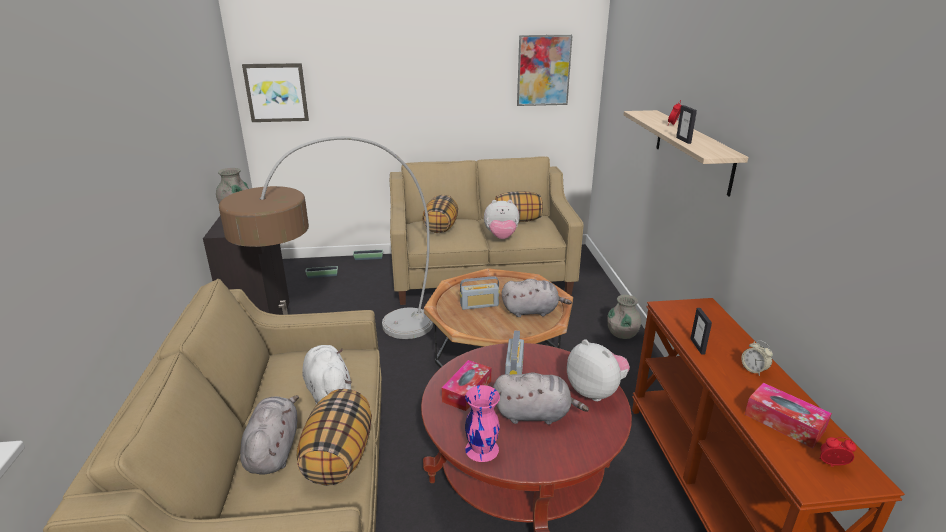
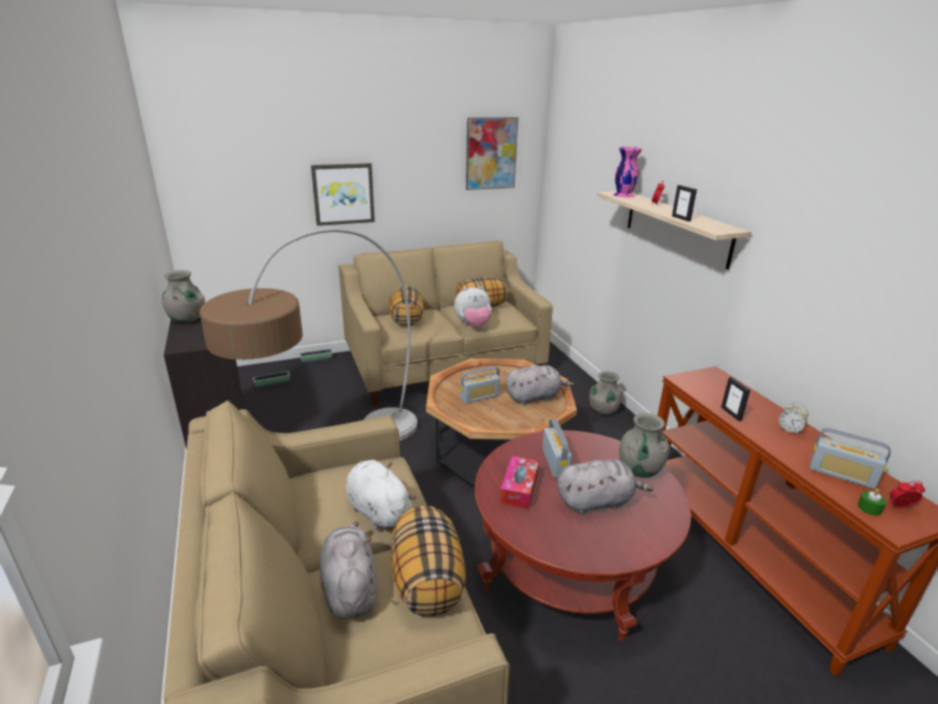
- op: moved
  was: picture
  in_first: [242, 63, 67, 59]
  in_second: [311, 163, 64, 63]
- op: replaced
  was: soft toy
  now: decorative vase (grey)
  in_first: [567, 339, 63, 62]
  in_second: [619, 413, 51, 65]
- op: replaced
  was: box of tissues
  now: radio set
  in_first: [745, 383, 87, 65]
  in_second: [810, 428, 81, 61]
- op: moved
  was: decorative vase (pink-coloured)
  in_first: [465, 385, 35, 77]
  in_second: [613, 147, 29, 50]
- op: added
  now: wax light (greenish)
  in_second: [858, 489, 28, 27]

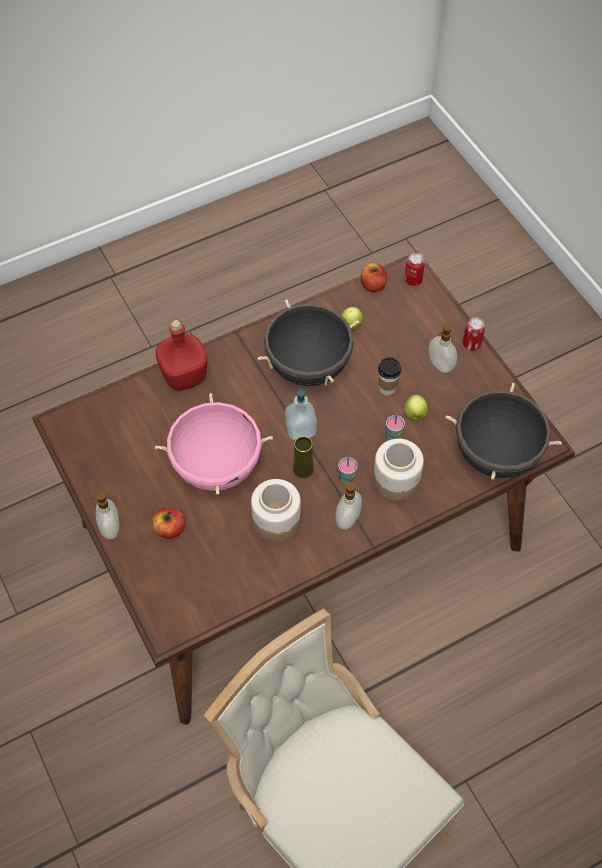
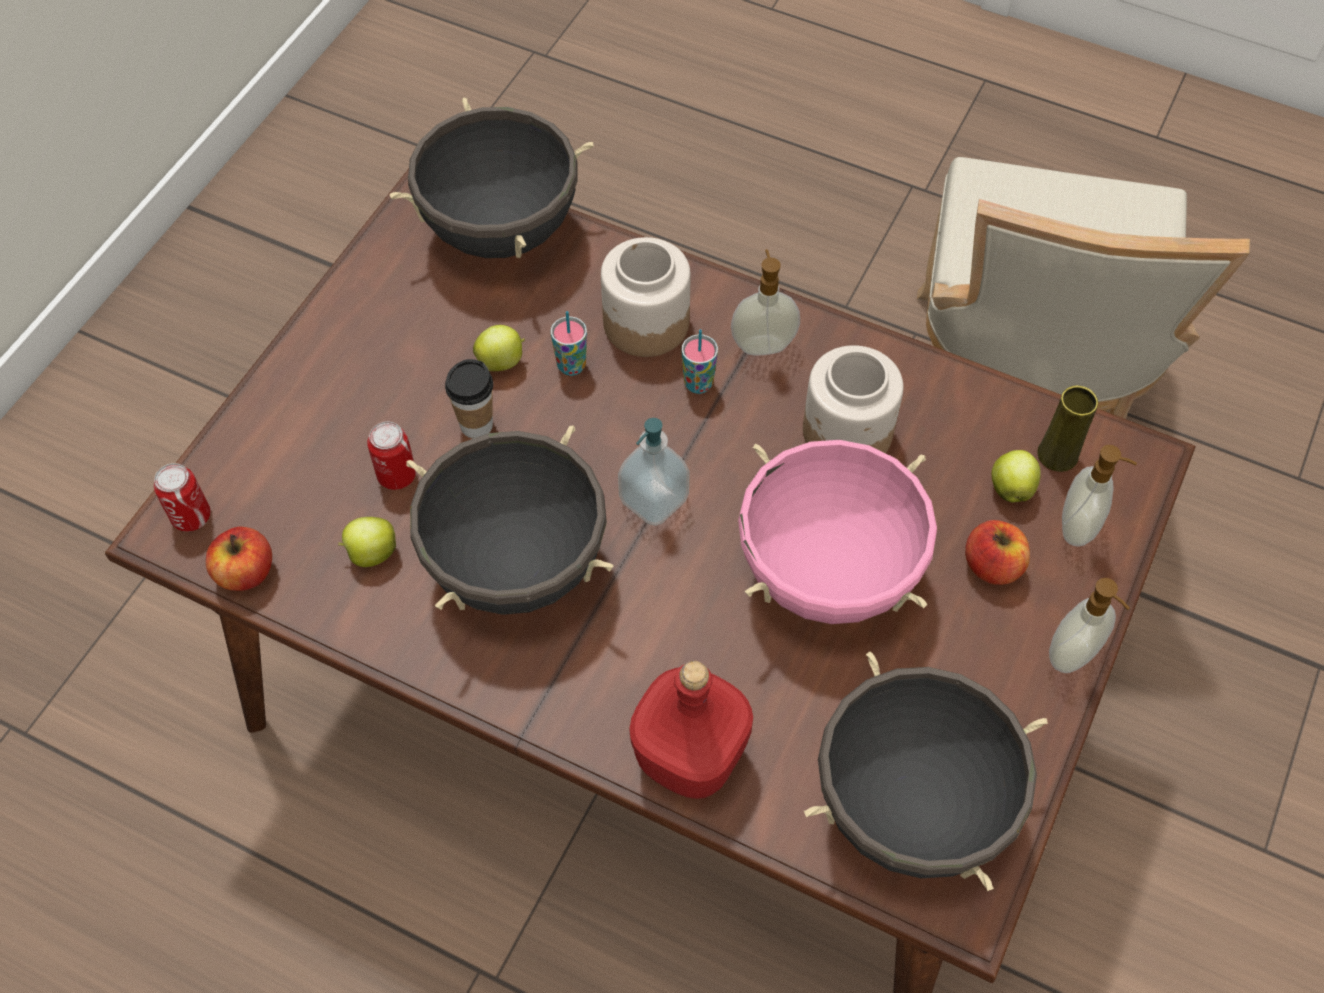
- op: moved
  was: can
  in_first: [463, 317, 22, 33]
  in_second: [367, 421, 49, 69]
- op: moved
  was: liquid soap bottle
  in_first: [429, 323, 28, 50]
  in_second: [1062, 445, 75, 102]
- op: moved
  was: decorative vase (yellow)
  in_first: [293, 436, 21, 42]
  in_second: [1037, 385, 61, 87]
- op: added
  now: whole apple
  in_second: [991, 450, 50, 52]
- op: added
  now: stockpot (black)
  in_second: [804, 651, 244, 240]

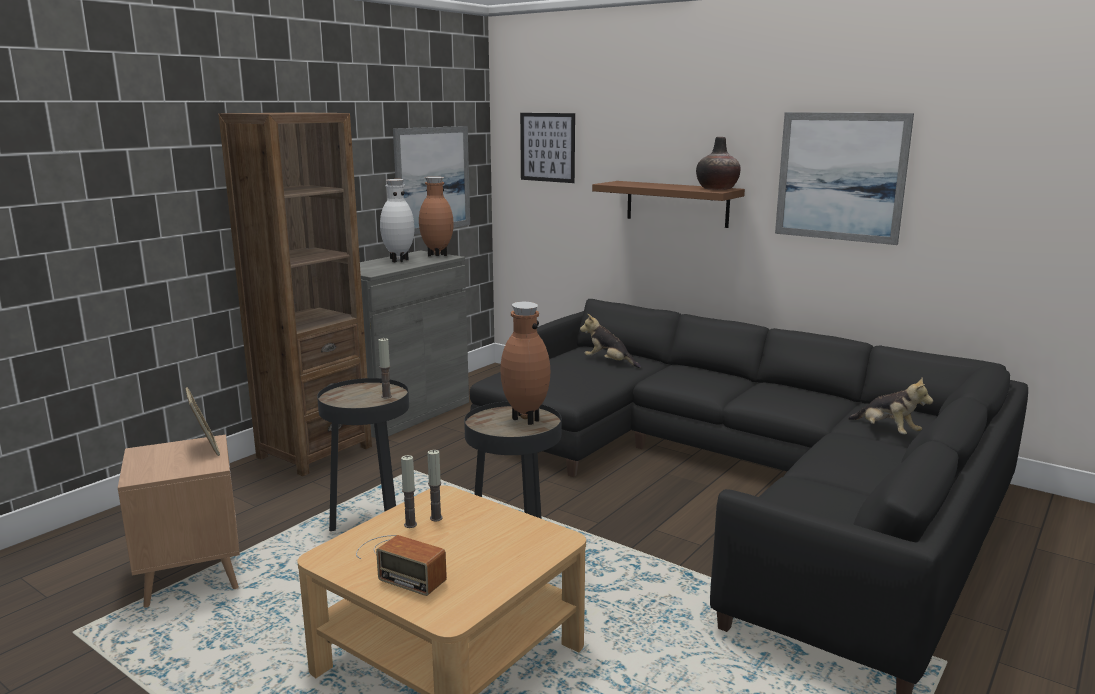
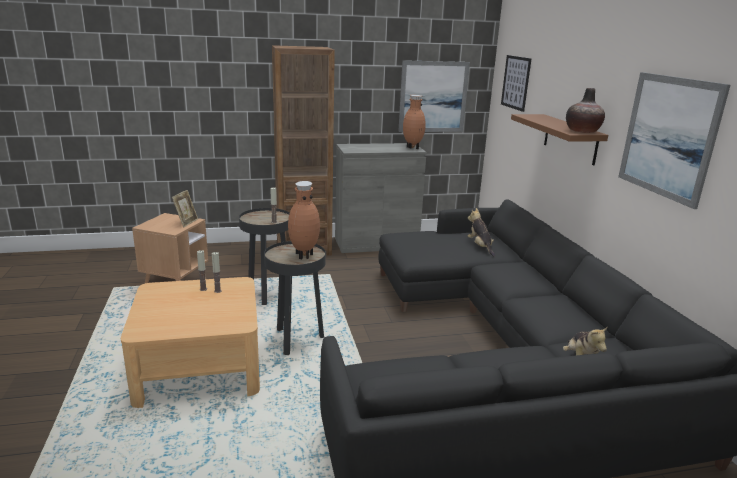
- op: removed
  was: decorative vase (white)
  in_first: [380, 179, 34, 83]
- op: removed
  was: radio set
  in_first: [356, 535, 91, 61]

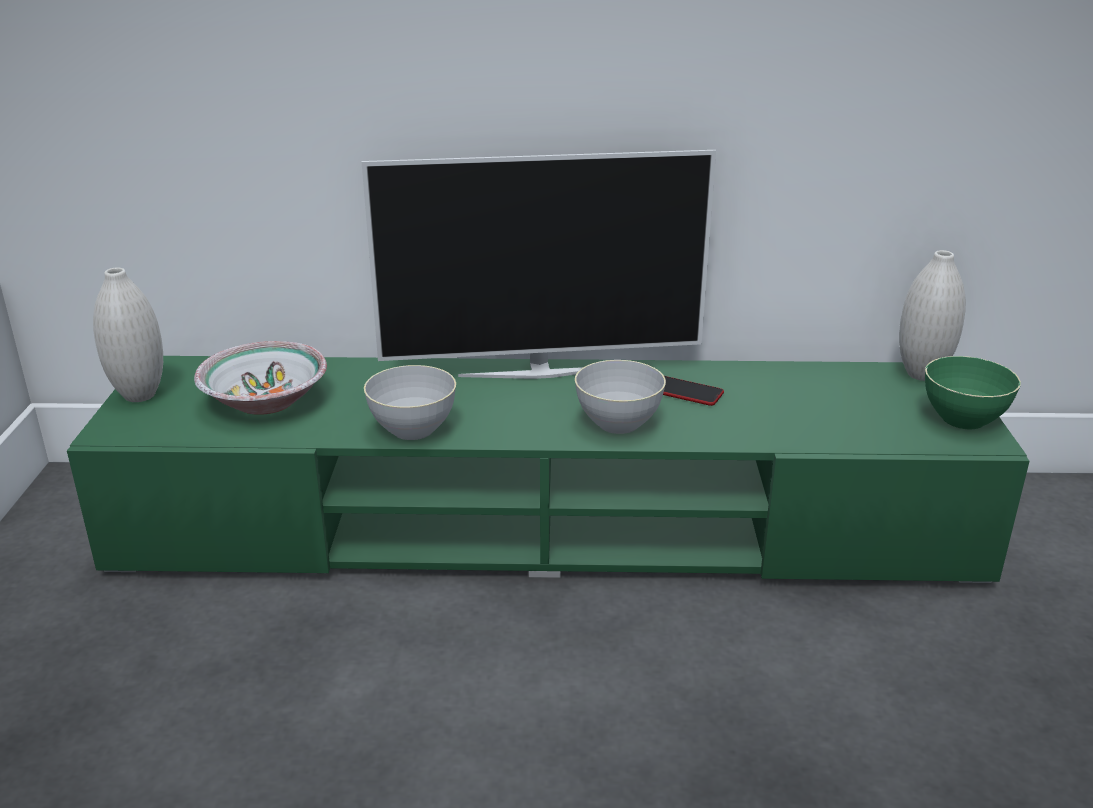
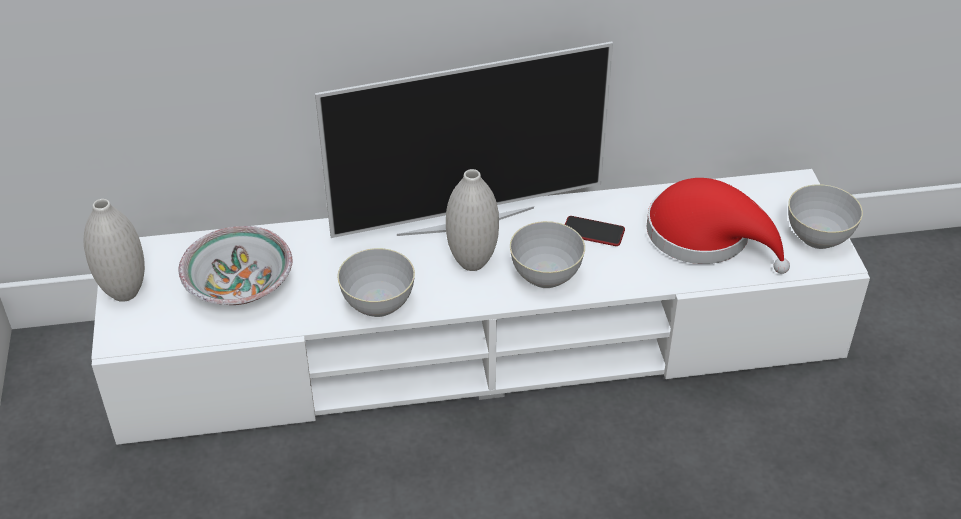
- op: moved
  was: decorative vase (white)
  in_first: [899, 250, 67, 131]
  in_second: [446, 169, 53, 102]
- op: recoloured
  was: tv stand (greenish)
  now: tv stand (white)
  in_first: [67, 356, 963, 227]
  in_second: [91, 169, 779, 276]
- op: recoloured
  was: serving bowl (greenish)
  now: serving bowl (grey)
  in_first: [925, 356, 96, 73]
  in_second: [788, 184, 75, 65]
- op: added
  now: clothing hat (reddish)
  in_second: [647, 178, 143, 96]

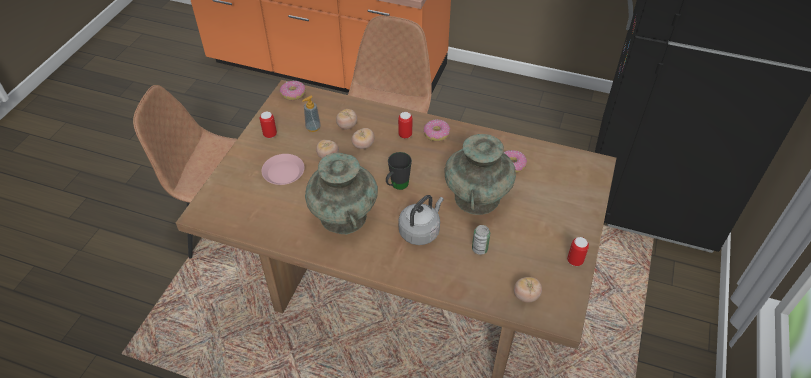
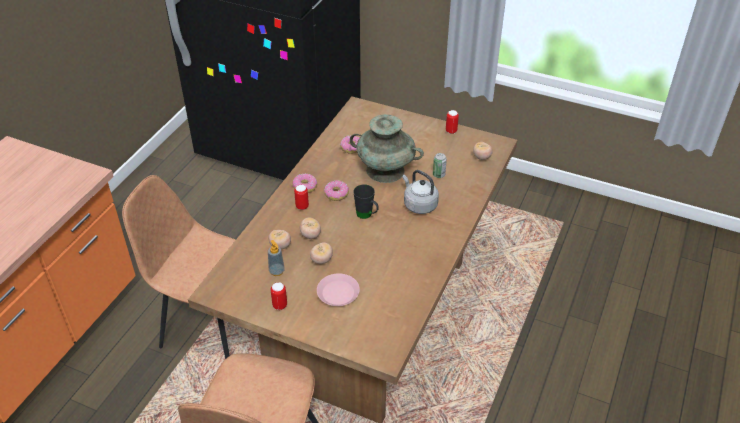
- op: moved
  was: doughnut
  in_first: [280, 81, 26, 19]
  in_second: [324, 180, 25, 21]
- op: removed
  was: decorative vase (blue-green)
  in_first: [305, 153, 73, 81]

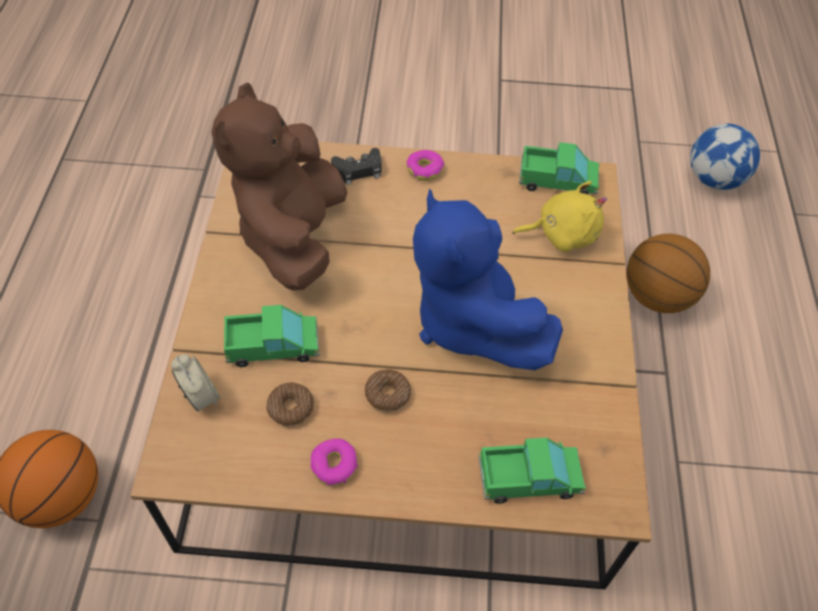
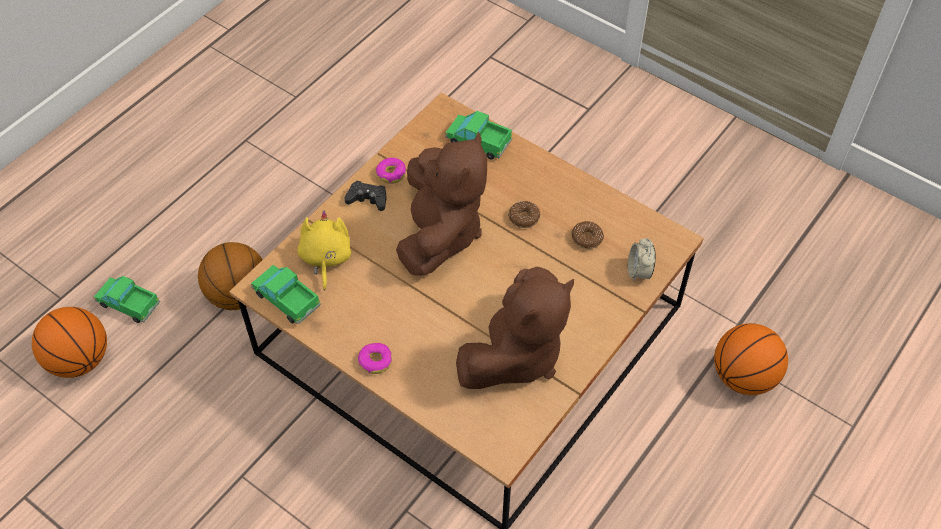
- op: replaced
  was: football
  now: basketball ball
  in_first: [690, 124, 70, 66]
  in_second: [32, 307, 75, 71]
- op: moved
  was: joypad (black)
  in_first: [331, 148, 51, 37]
  in_second: [344, 181, 43, 30]
- op: turned
  was: soft toy (yellow)
  in_first: [512, 181, 95, 71]
  in_second: [297, 211, 54, 80]
  clockwise: 60
- op: recoloured
  was: soft toy (bluish)
  now: soft toy (brownish)
  in_first: [413, 189, 150, 181]
  in_second: [396, 132, 91, 144]
- op: moved
  was: toy truck
  in_first: [224, 305, 95, 62]
  in_second: [94, 276, 66, 47]
- op: moved
  was: doughnut
  in_first: [311, 438, 47, 47]
  in_second: [376, 158, 30, 26]

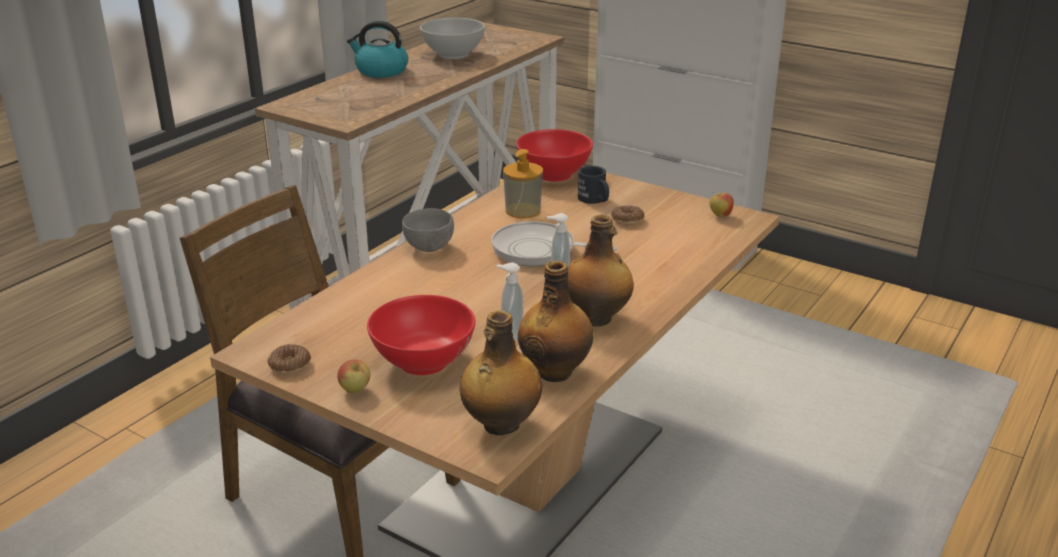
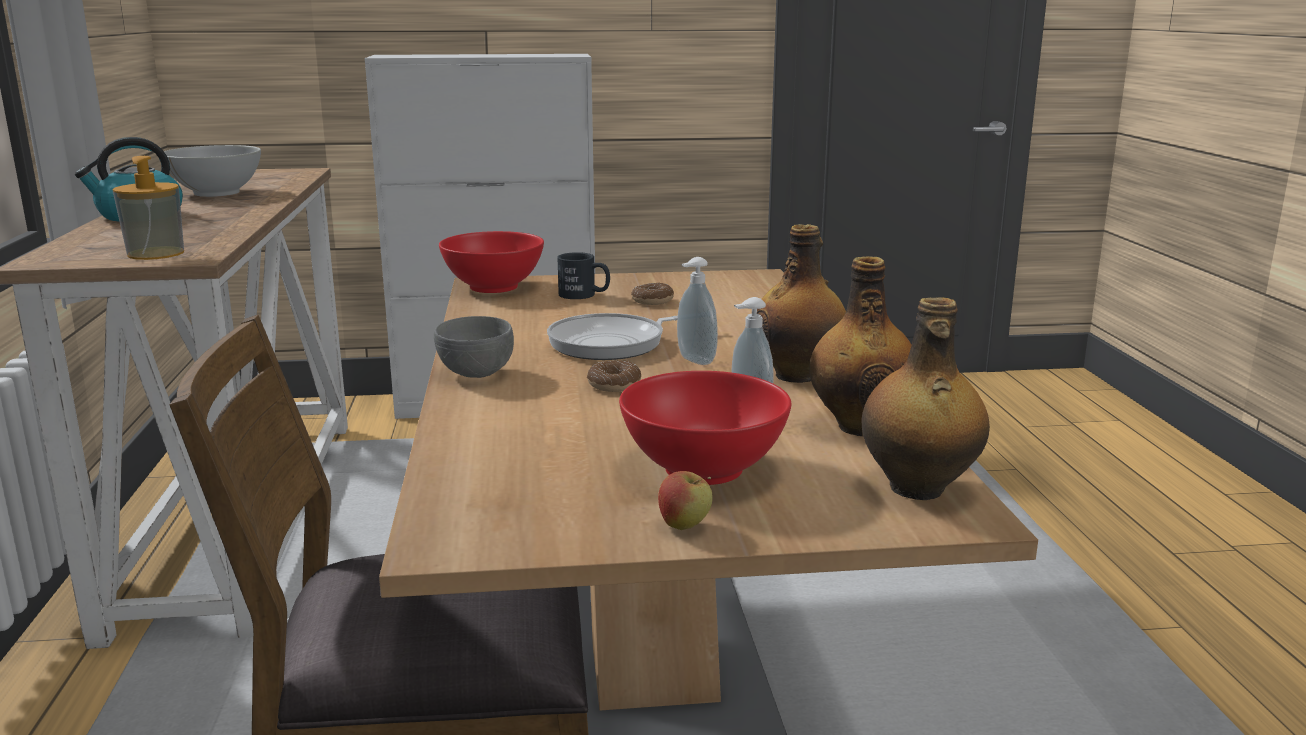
- op: moved
  was: liquid soap bottle
  in_first: [503, 149, 40, 69]
  in_second: [112, 156, 72, 104]
- op: removed
  was: whole apple
  in_first: [709, 192, 25, 25]
- op: moved
  was: doughnut
  in_first: [268, 344, 43, 30]
  in_second: [587, 360, 54, 32]

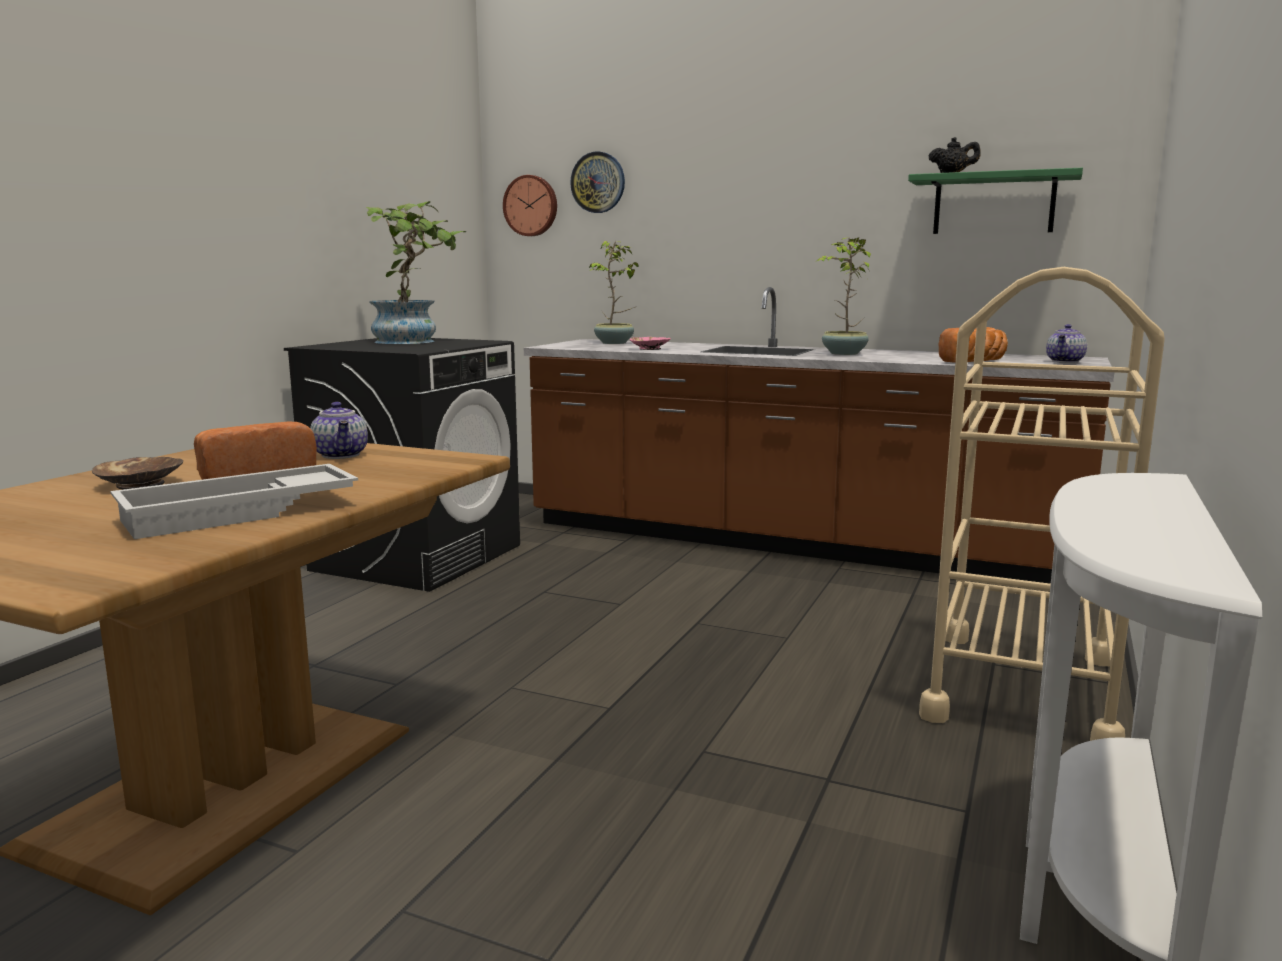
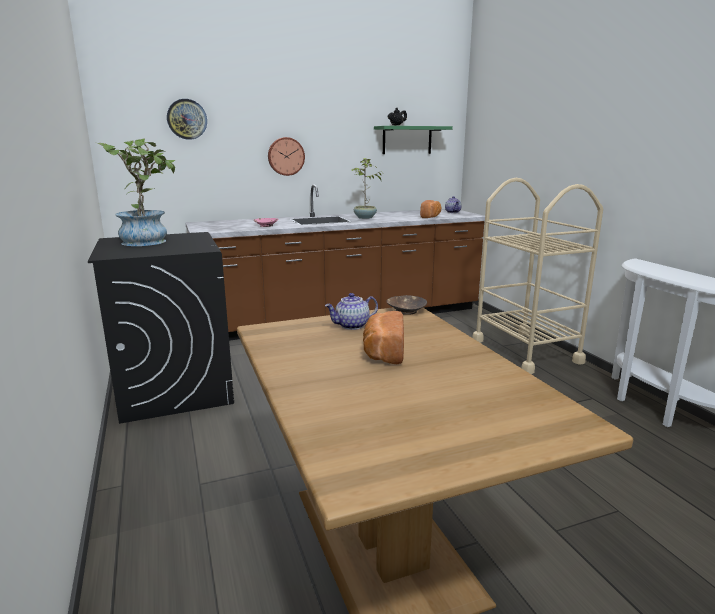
- op: moved
  was: clock on the wall
  in_first: [503, 175, 54, 61]
  in_second: [268, 137, 37, 39]
- op: removed
  was: potted plant
  in_first: [588, 241, 51, 103]
- op: turned
  was: tea pot
  in_first: [310, 402, 58, 57]
  in_second: [325, 293, 53, 37]
  clockwise: 135
- op: moved
  was: serving bowl (brownish)
  in_first: [92, 457, 91, 33]
  in_second: [386, 295, 41, 20]
- op: removed
  was: serving tray (white)
  in_first: [110, 464, 248, 75]

